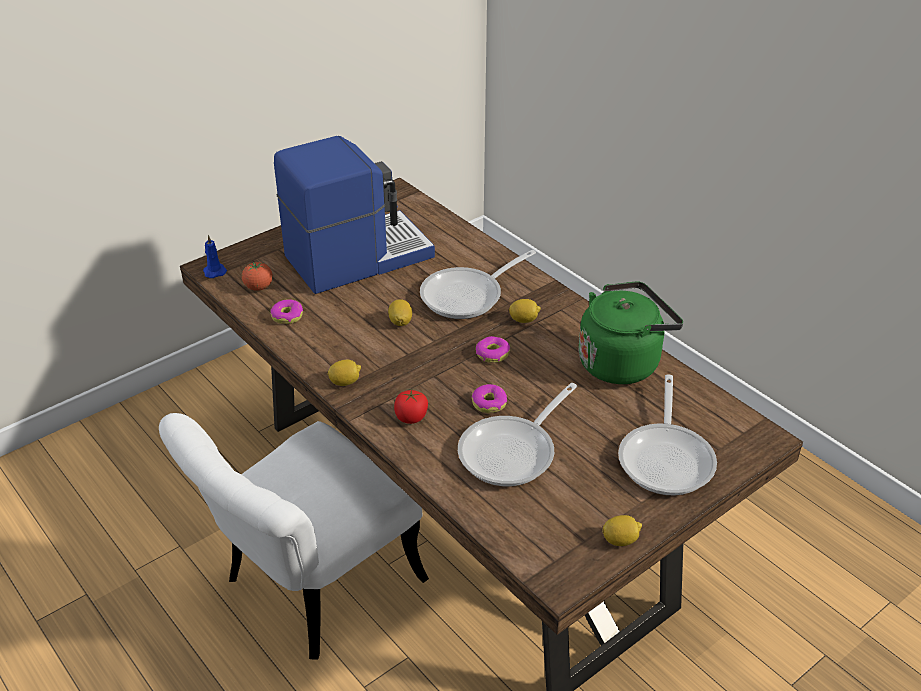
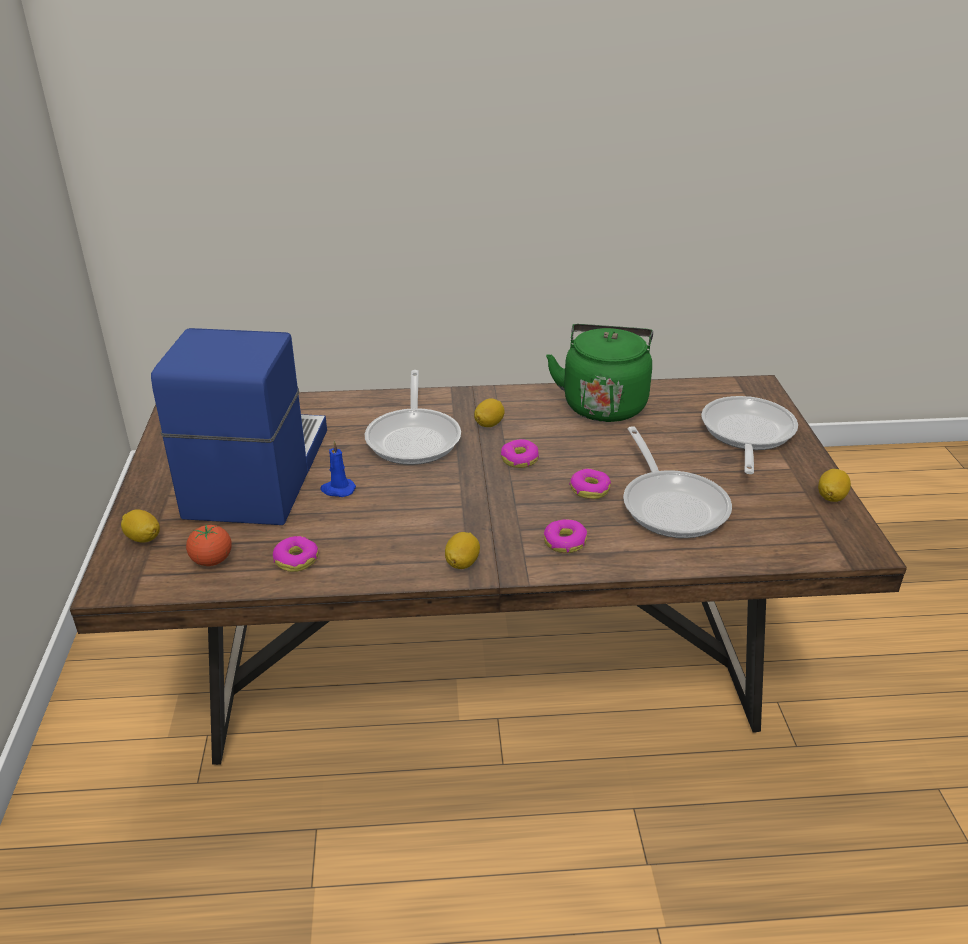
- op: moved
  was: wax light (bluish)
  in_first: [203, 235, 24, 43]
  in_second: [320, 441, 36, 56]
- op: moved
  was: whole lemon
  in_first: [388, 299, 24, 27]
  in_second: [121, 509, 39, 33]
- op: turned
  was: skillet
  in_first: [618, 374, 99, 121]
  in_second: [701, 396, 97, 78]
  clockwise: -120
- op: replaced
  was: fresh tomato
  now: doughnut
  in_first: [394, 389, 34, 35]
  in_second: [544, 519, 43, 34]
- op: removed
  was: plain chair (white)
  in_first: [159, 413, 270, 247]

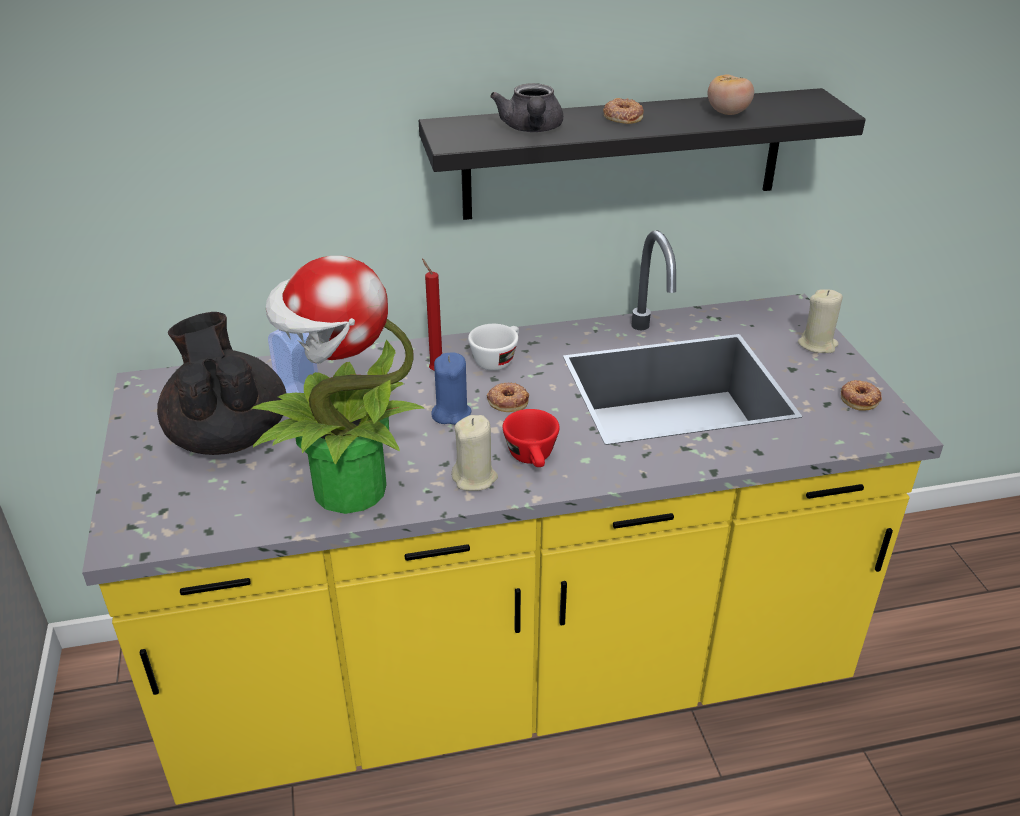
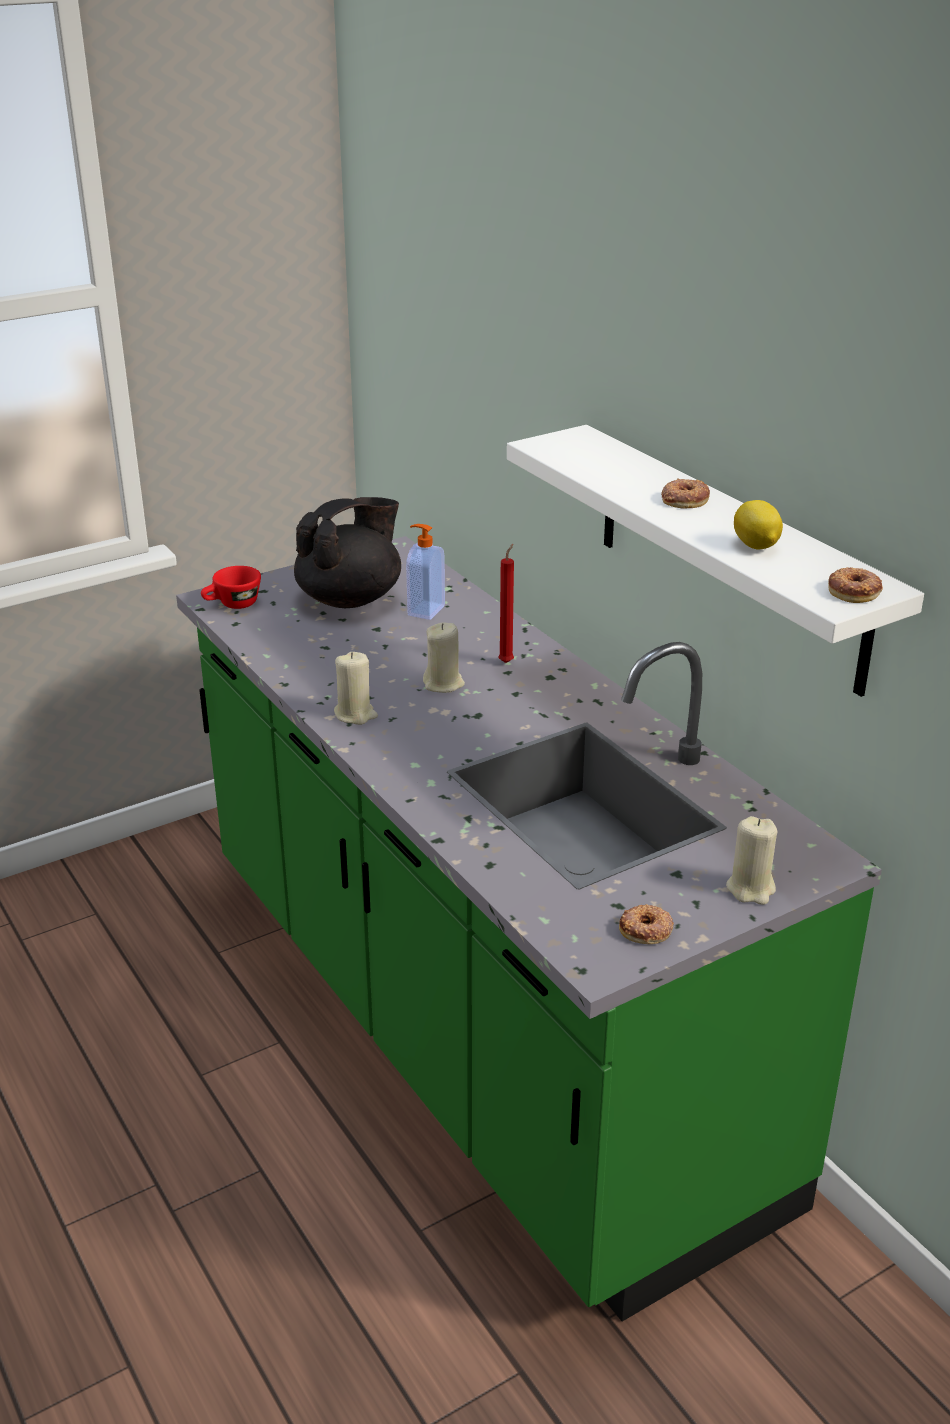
- op: replaced
  was: fresh tomato
  now: whole lemon
  in_first: [708, 74, 46, 41]
  in_second: [734, 500, 49, 50]
- op: removed
  was: tea pot (grey)
  in_first: [490, 83, 73, 49]
- op: recoloured
  was: bracket shelf (black)
  now: bracket shelf (white)
  in_first: [419, 88, 447, 132]
  in_second: [507, 425, 417, 272]
- op: recoloured
  was: kitchen base unit (yellow)
  now: kitchen base unit (greenish)
  in_first: [82, 230, 861, 575]
  in_second: [176, 536, 706, 786]
- op: removed
  was: potted plant
  in_first: [252, 256, 173, 258]
- op: removed
  was: small cup (white)
  in_first: [468, 324, 51, 47]
- op: recoloured
  was: wax light (bluish)
  now: wax light (beige-coloured)
  in_first: [431, 353, 40, 72]
  in_second: [423, 622, 42, 71]
- op: moved
  was: doughnut
  in_first: [487, 383, 42, 29]
  in_second: [828, 567, 55, 36]
- op: moved
  was: small cup (reddish)
  in_first: [503, 409, 57, 58]
  in_second: [201, 566, 60, 43]

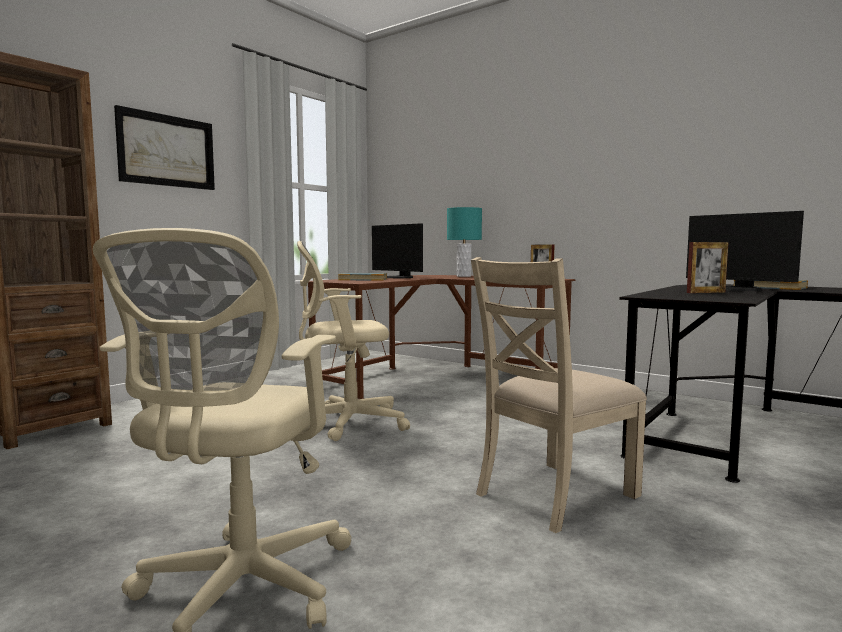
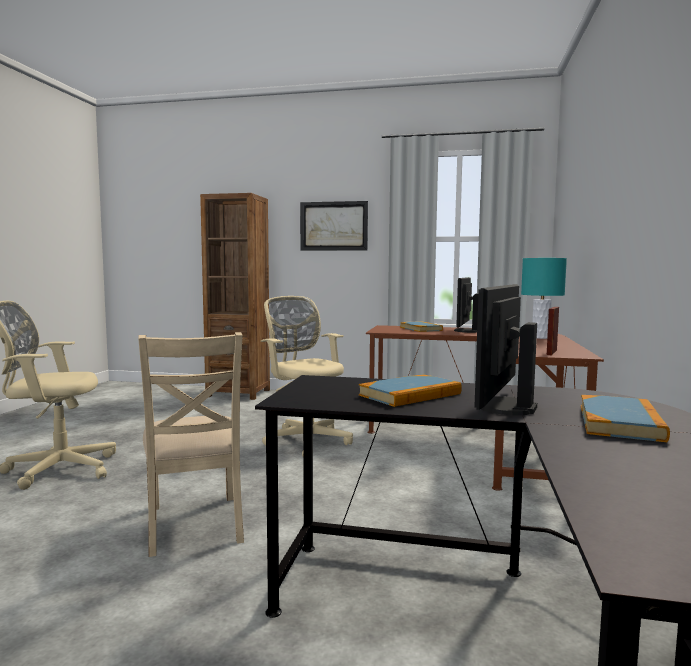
- op: replaced
  was: photo frame
  now: volume
  in_first: [687, 242, 42, 51]
  in_second: [359, 375, 103, 32]
- op: turned
  was: plain chair (beige-coloured)
  in_first: [471, 257, 176, 276]
  in_second: [138, 332, 106, 225]
  clockwise: -135

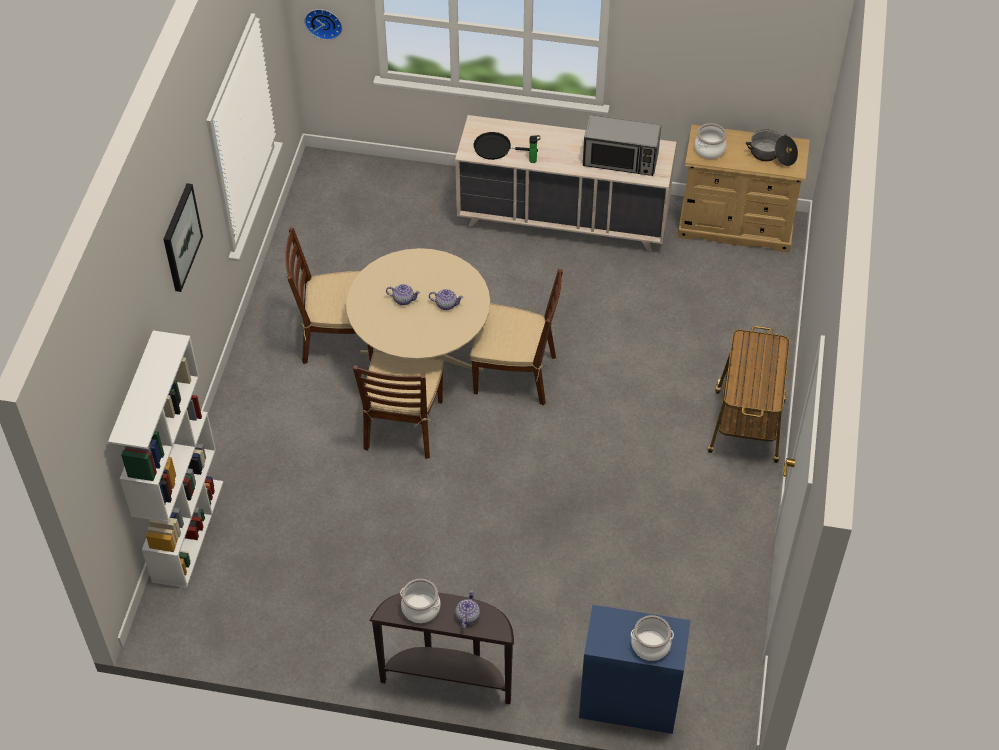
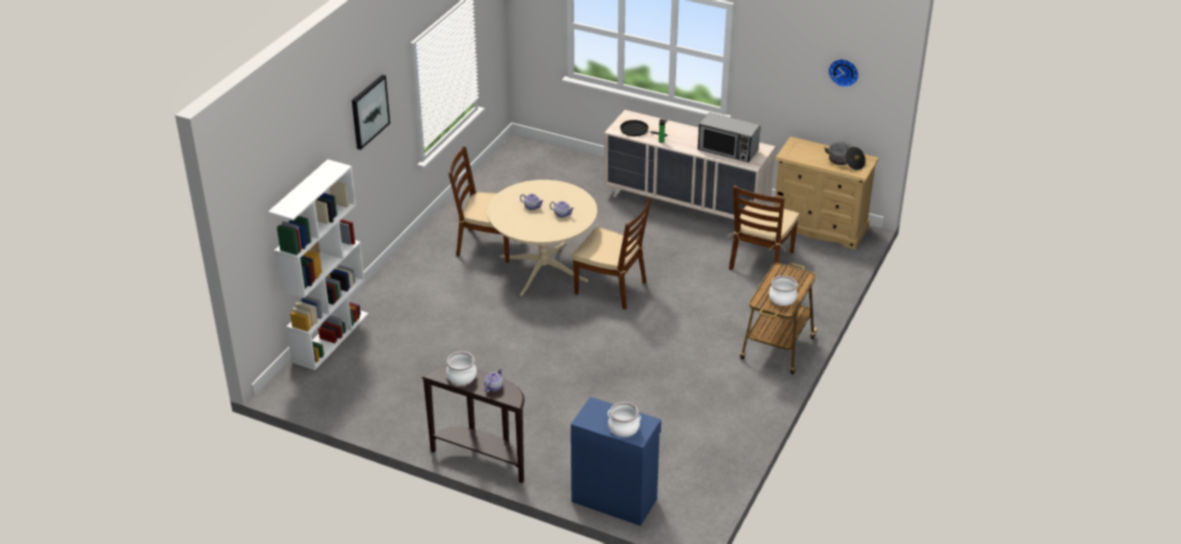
- op: moved
  was: clock on the wall
  in_first: [305, 9, 37, 31]
  in_second: [828, 59, 31, 28]
- op: moved
  was: stockpot
  in_first: [694, 123, 33, 36]
  in_second: [769, 275, 29, 31]
- op: moved
  was: plain chair (brownish)
  in_first: [353, 350, 91, 109]
  in_second: [727, 185, 73, 93]

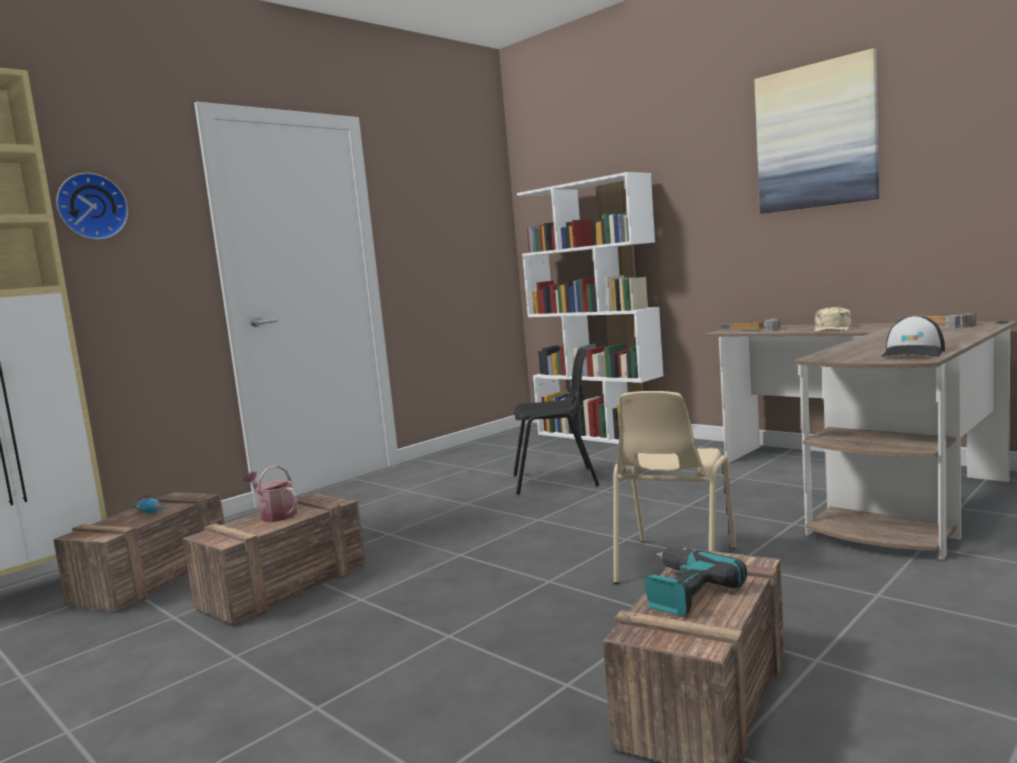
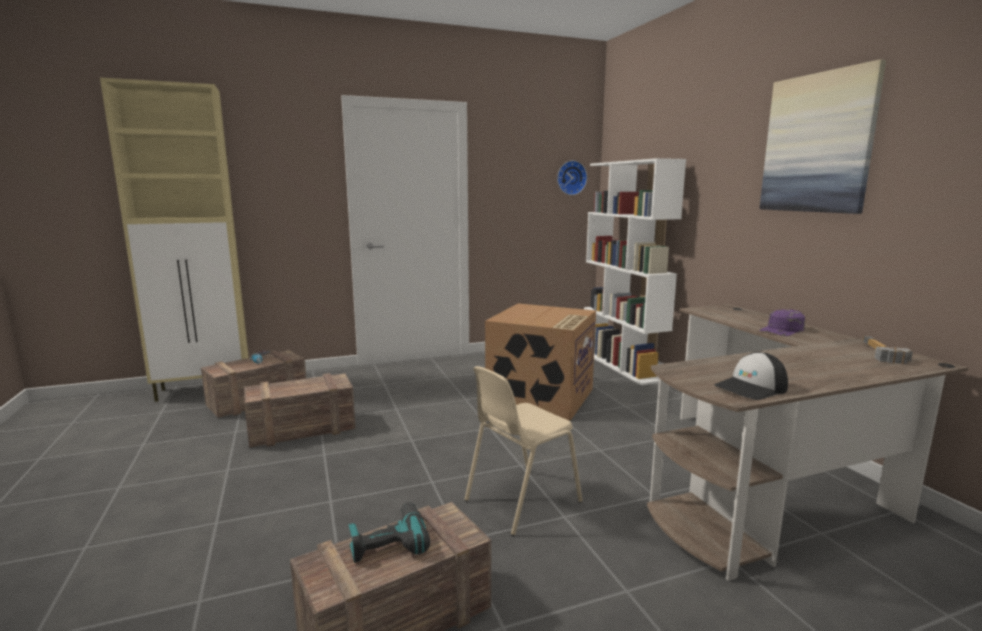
- op: moved
  was: clock on the wall
  in_first: [56, 173, 72, 67]
  in_second: [557, 160, 30, 35]
- op: recoloured
  was: cap (beige-coloured)
  now: cap (purple-coloured)
  in_first: [814, 307, 37, 24]
  in_second: [759, 309, 46, 27]
- op: removed
  was: hand hammer
  in_first: [719, 319, 62, 12]
- op: replaced
  was: plain chair (black)
  now: cardboard box
  in_first: [513, 348, 86, 147]
  in_second: [485, 303, 111, 118]
- op: removed
  was: watering pot
  in_first: [243, 465, 55, 57]

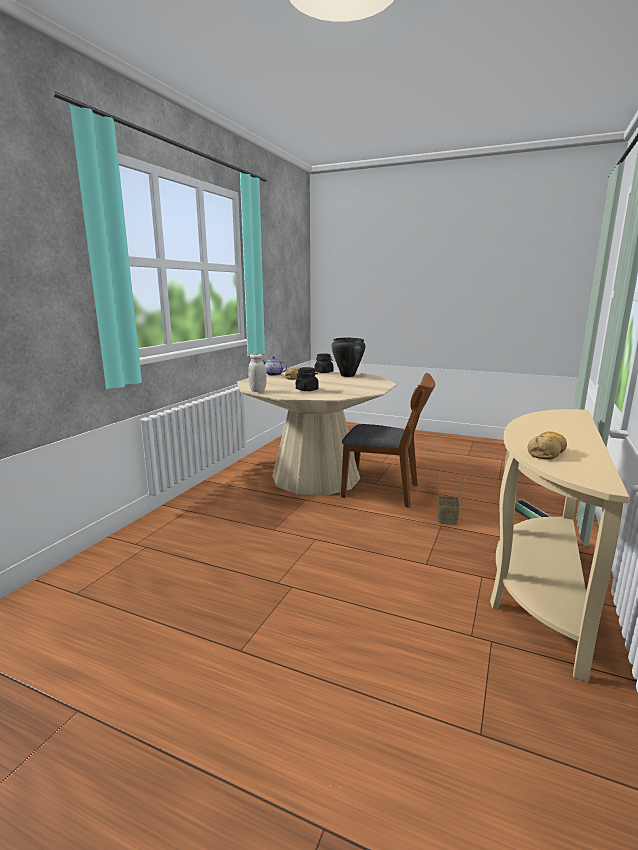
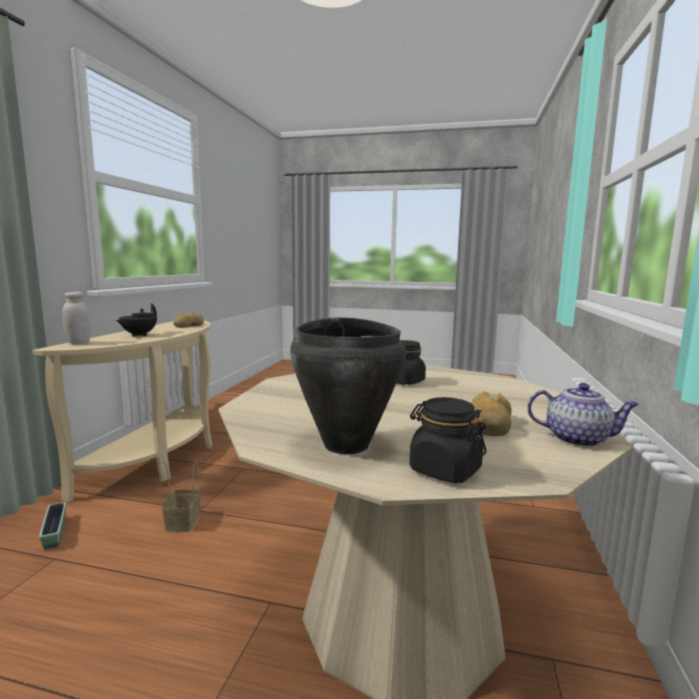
- op: moved
  was: jar (white)
  in_first: [248, 354, 18, 38]
  in_second: [62, 292, 29, 52]
- op: removed
  was: plain chair (brownish)
  in_first: [341, 373, 94, 135]
- op: added
  now: tea pot (black)
  in_second: [116, 303, 41, 34]

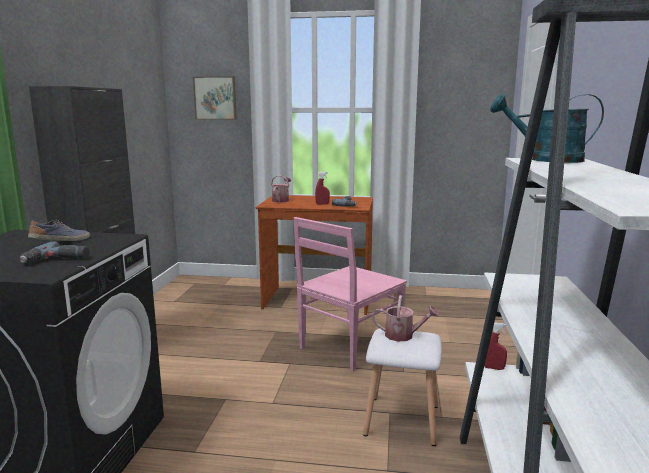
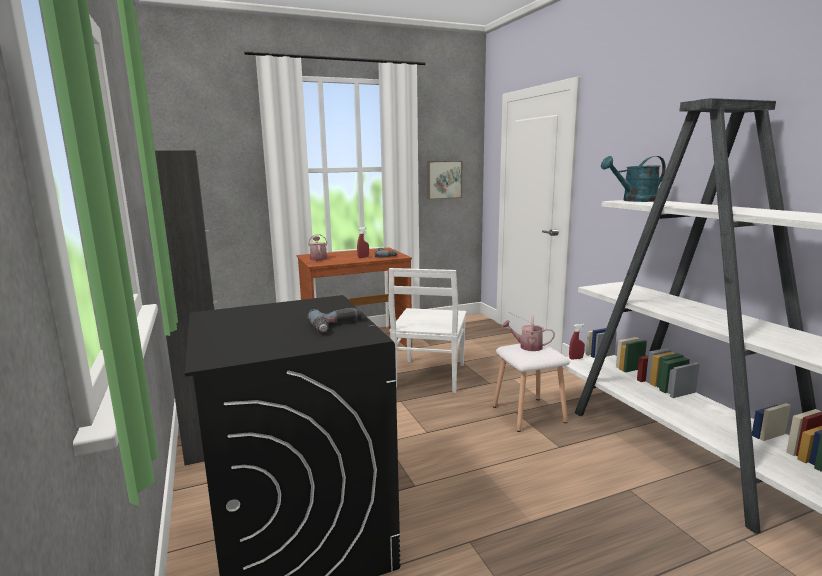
- op: moved
  was: picture
  in_first: [193, 76, 44, 44]
  in_second: [427, 161, 35, 39]
- op: recoloured
  was: plain chair (pink-coloured)
  now: plain chair (white)
  in_first: [294, 217, 113, 154]
  in_second: [389, 268, 77, 125]
- op: removed
  was: low shoe
  in_first: [28, 220, 62, 21]
- op: turned
  was: watering pot
  in_first: [372, 295, 67, 46]
  in_second: [501, 315, 54, 36]
  clockwise: -150

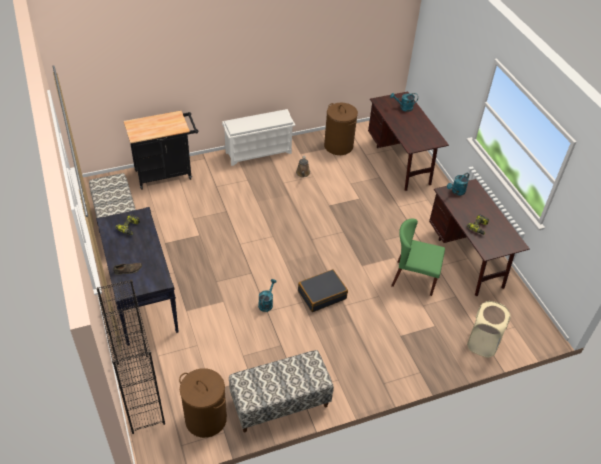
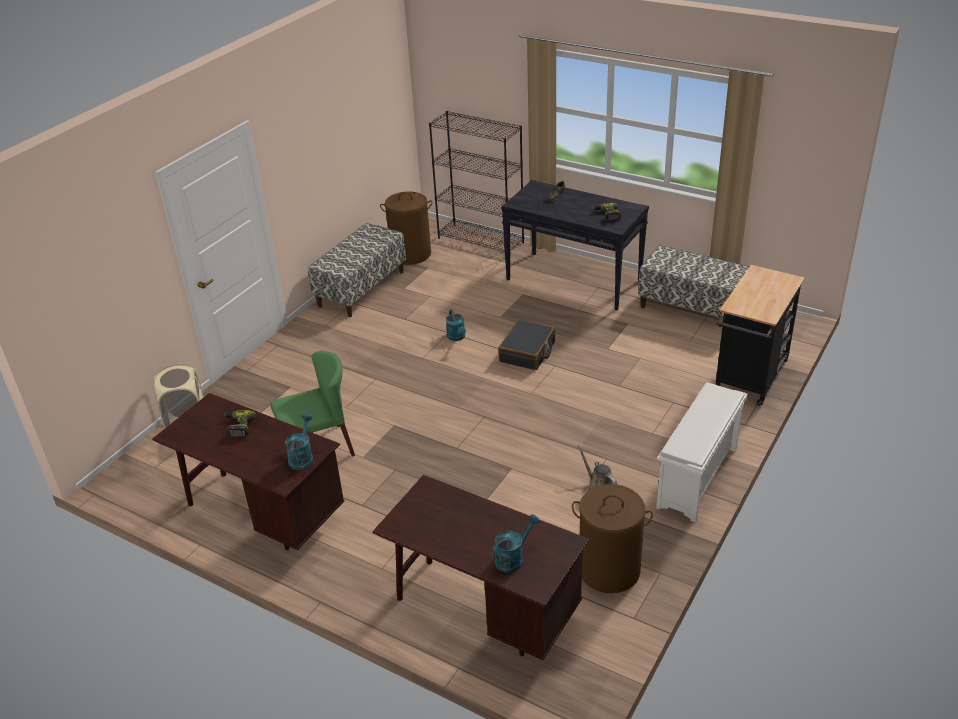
- op: moved
  was: suitcase (black)
  in_first: [298, 269, 50, 43]
  in_second: [498, 319, 57, 51]

